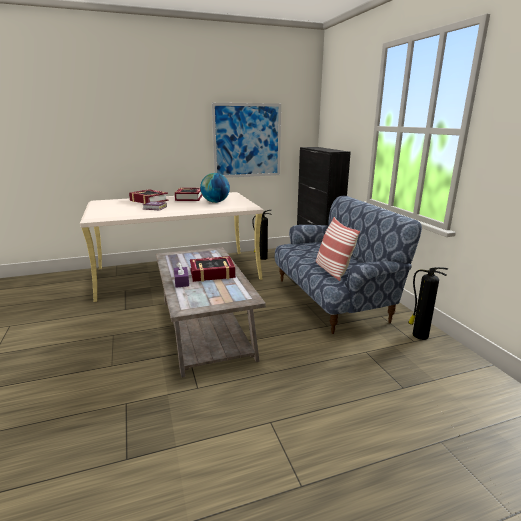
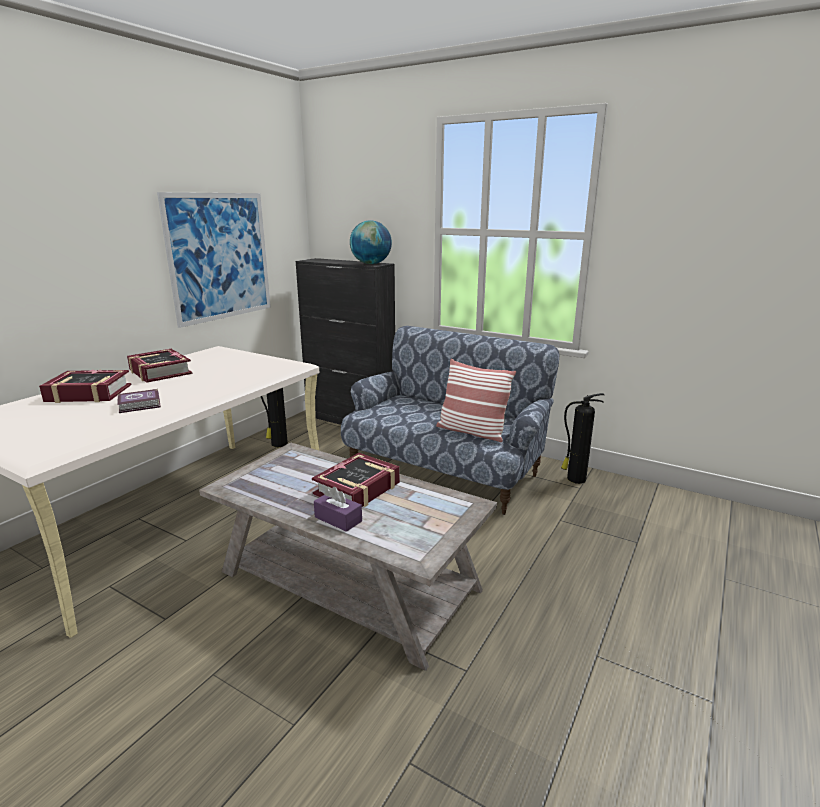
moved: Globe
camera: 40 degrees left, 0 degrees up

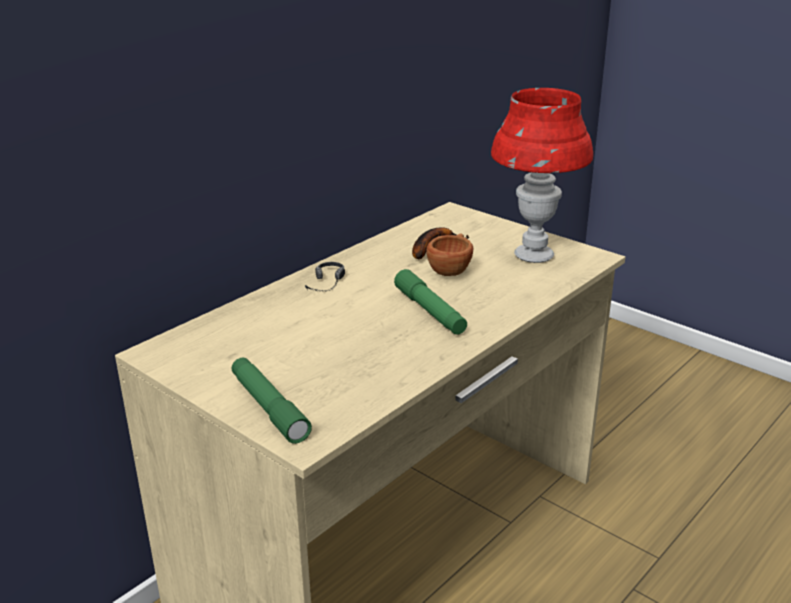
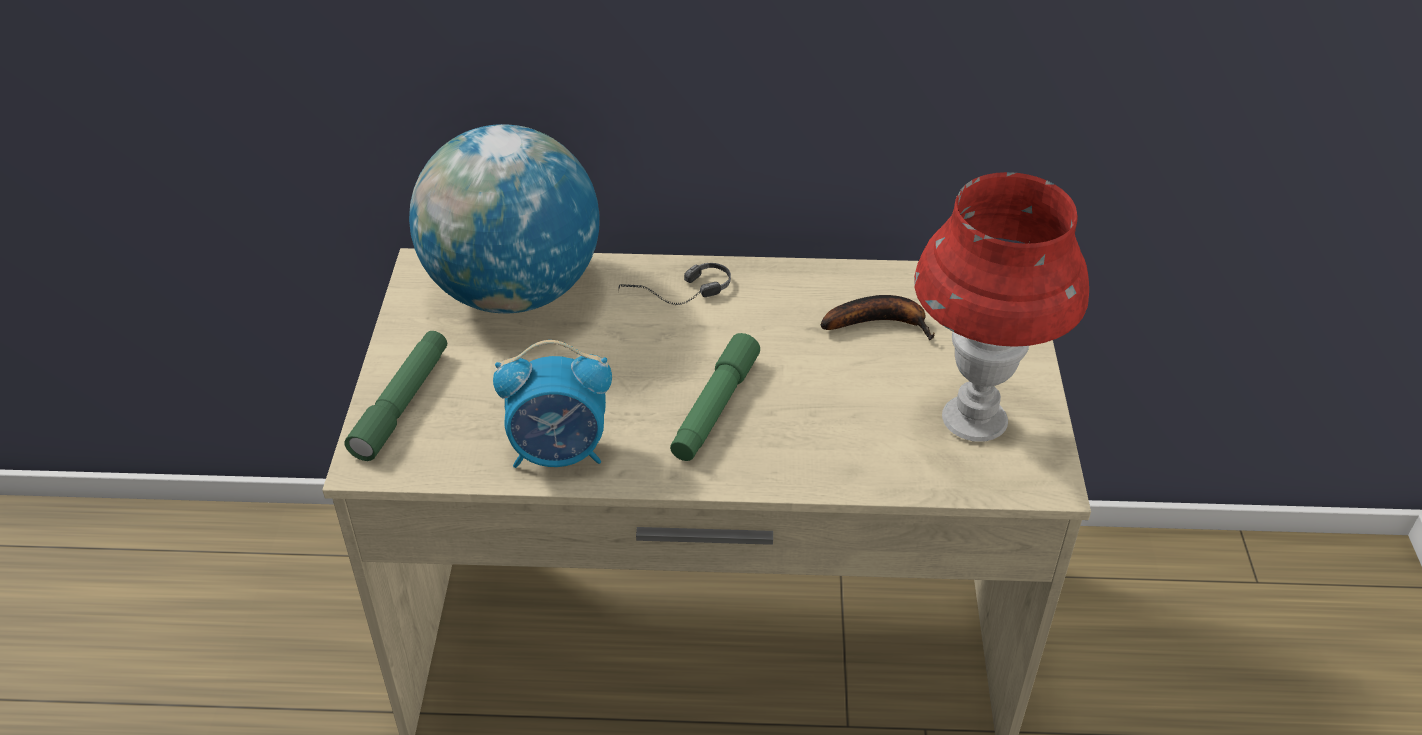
removed: BrownColouredCup
added: Globe; AlarmClock
camera: 50 degrees right, 15 degrees up

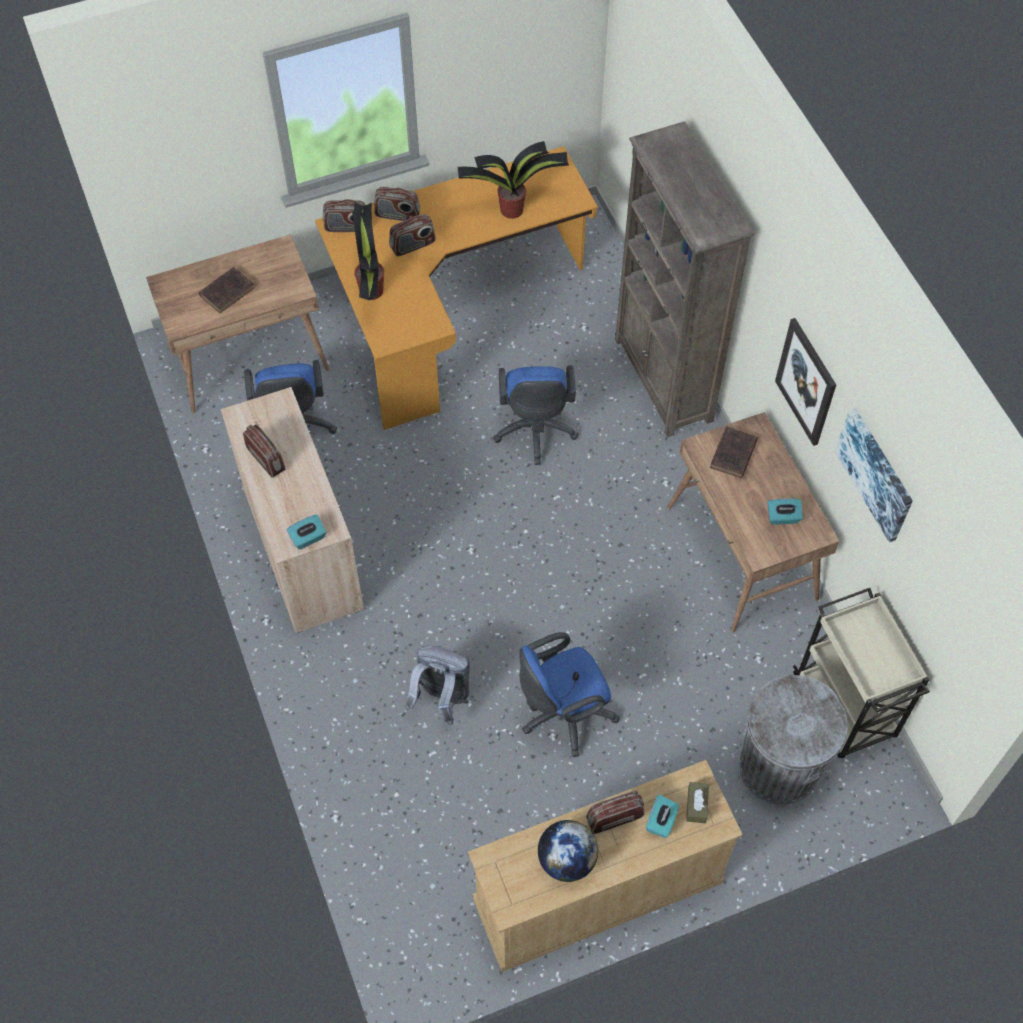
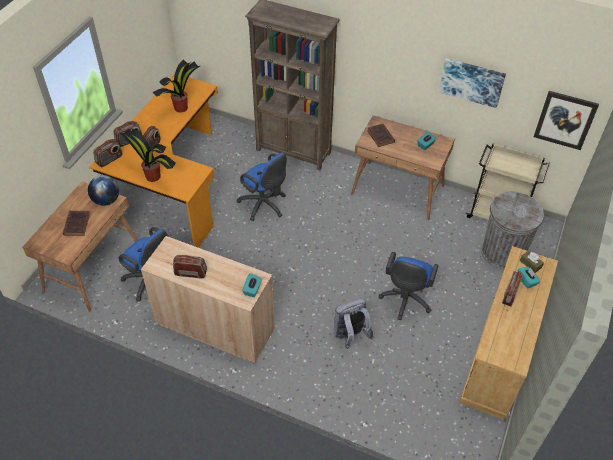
moved: Globe; Picture (1st from left in the first image) to Picture (2nd from left)
camera: 45 degrees left, 10 degrees down

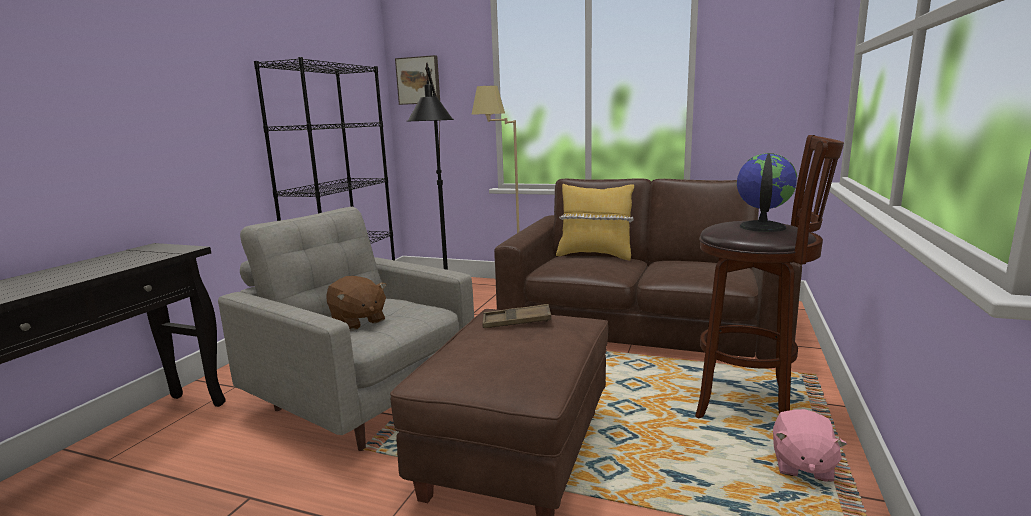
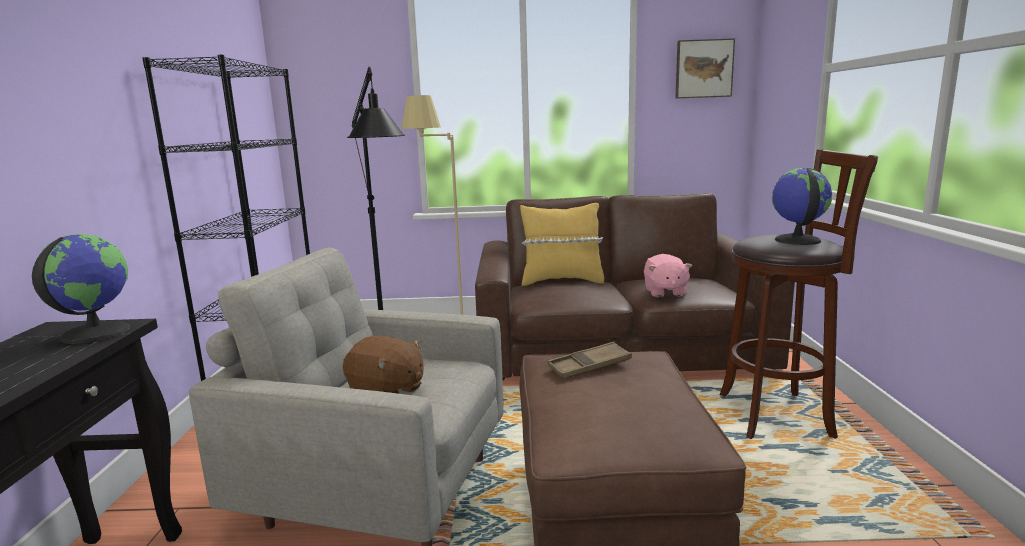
added: Globe (1st from left)
moved: Picture; PinkPlushToy
camera: 20 degrees left, 0 degrees up

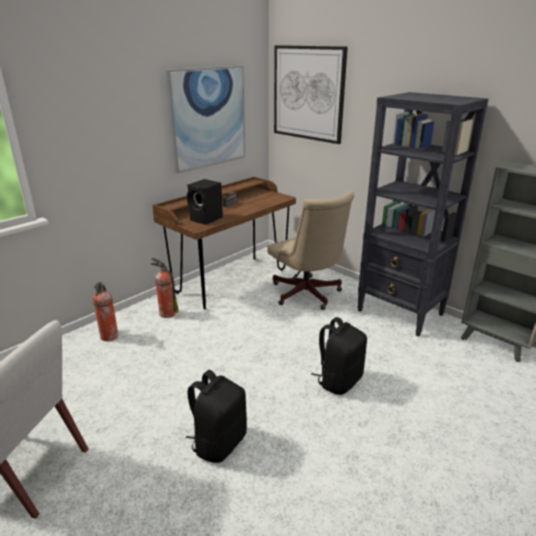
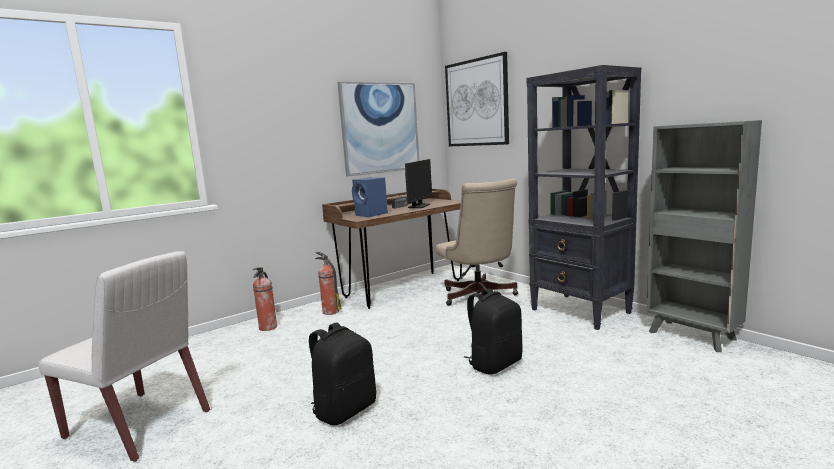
added: ComputerDisplay
recoloured: BlackSpeaker to BluishSpeaker
camera: 10 degrees right, 15 degrees down

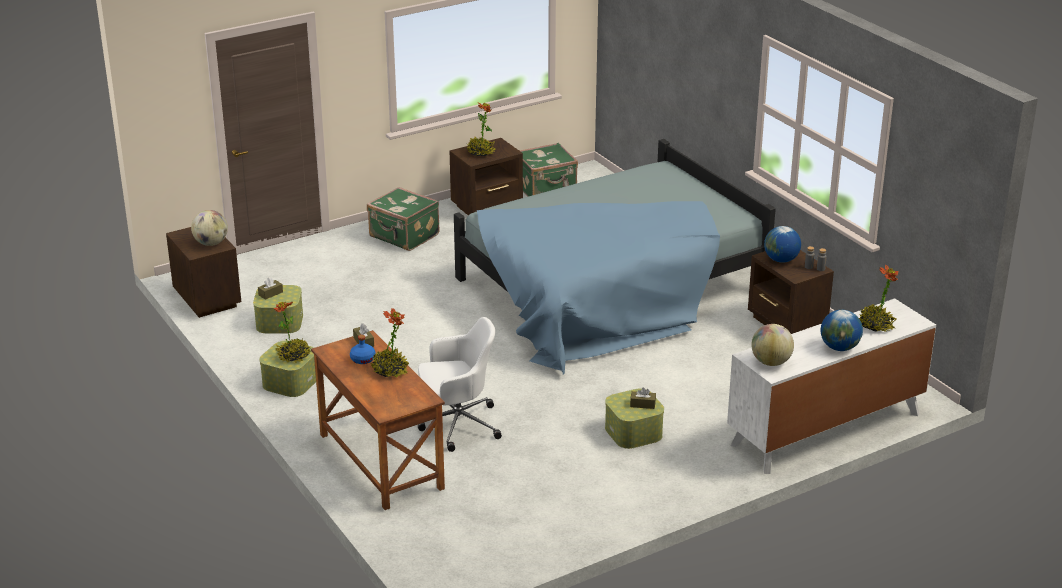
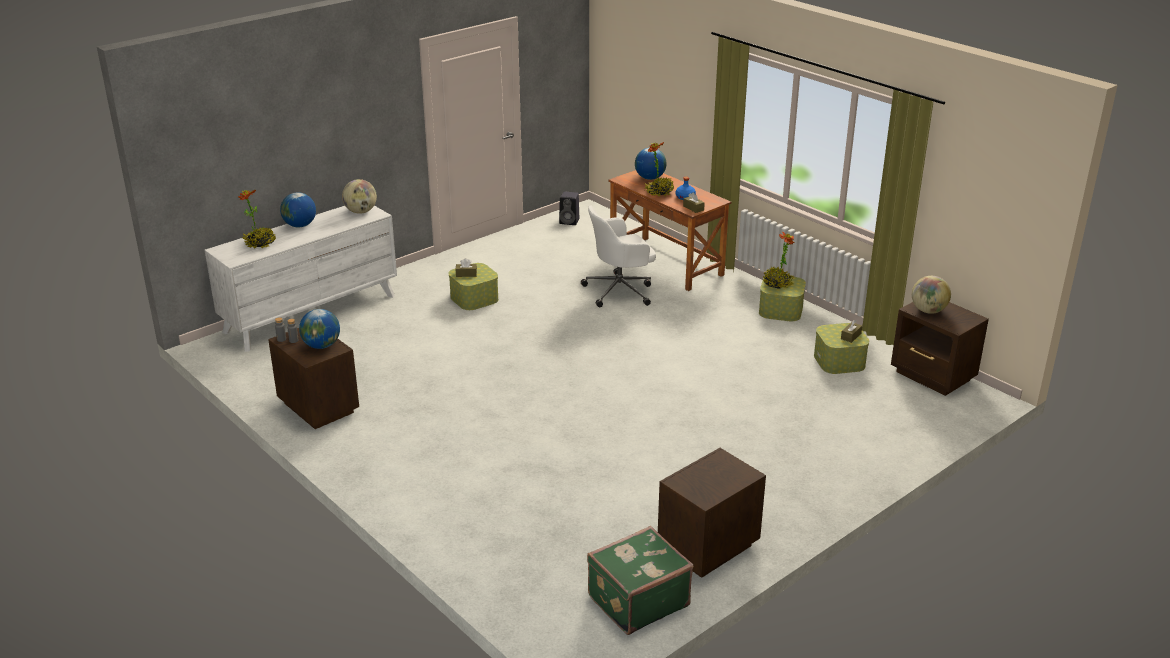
removed: GreenColouredPieceOfLuggage (1st from left); BluishBedroomBed; PottedPlant (3rd from left)
added: BlackSpeaker; Globe (4th from left)
camera: 170 degrees right, 0 degrees up

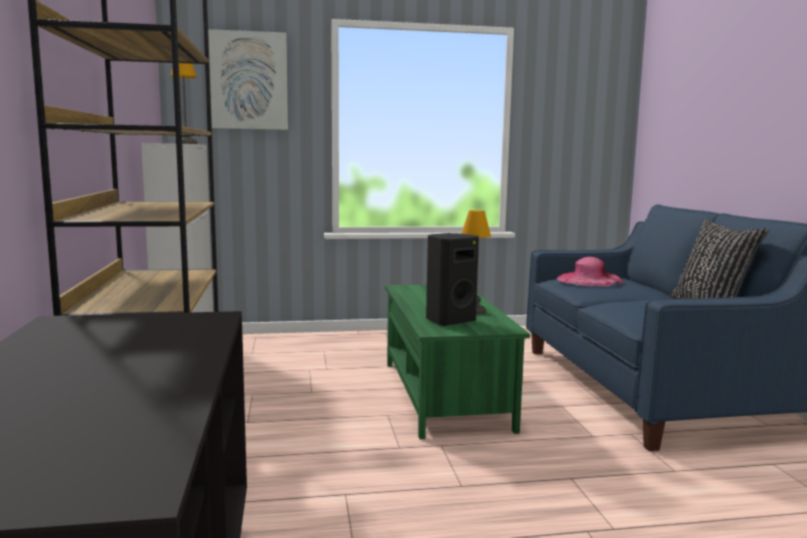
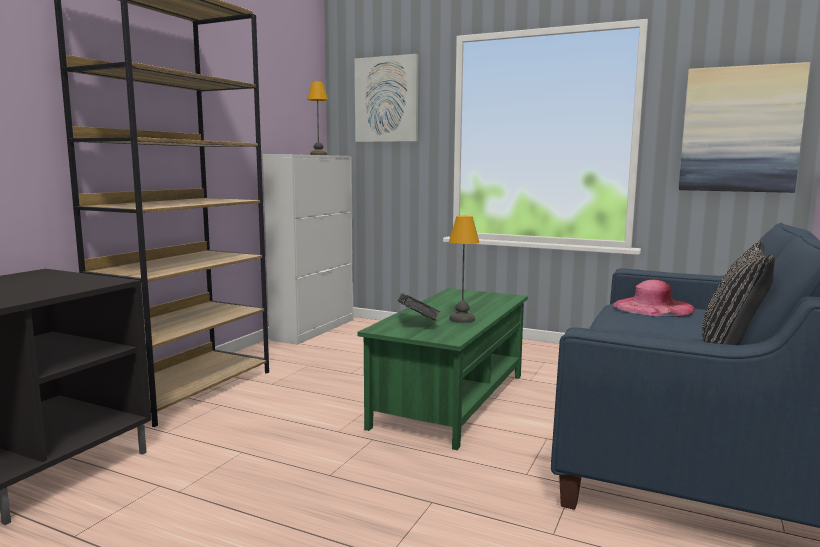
added: Picture (2nd from left)
replaced: BlackSpeaker to BoundBook
camera: 35 degrees right, 0 degrees up

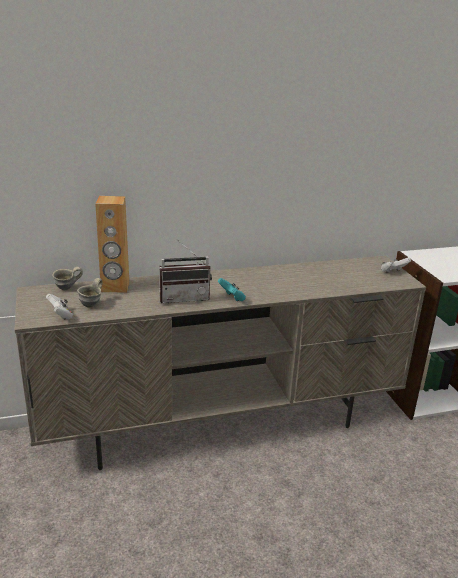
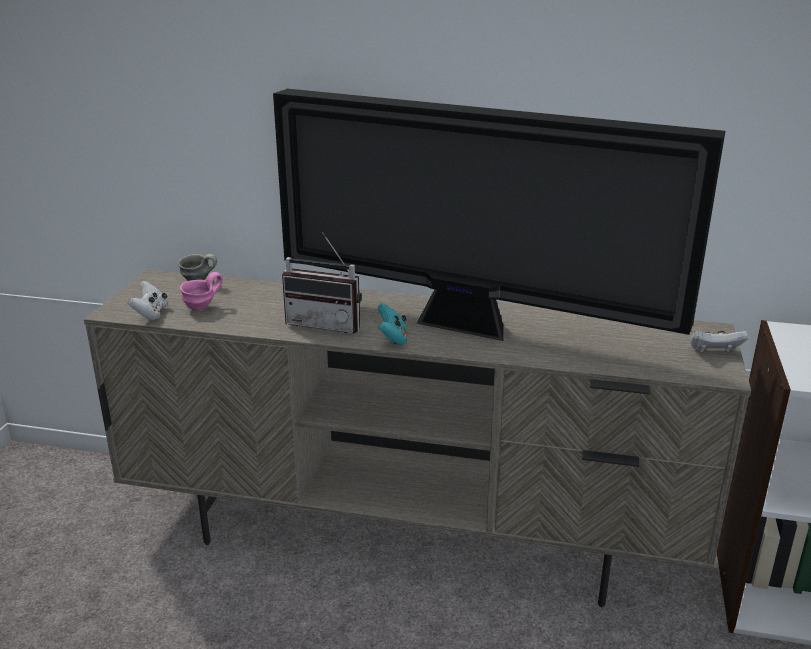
removed: BrownColouredSpeaker
added: Tv
recoloured: GrayTeaMug (2nd from left) to PinkTeaMug
camera: 30 degrees right, 0 degrees up

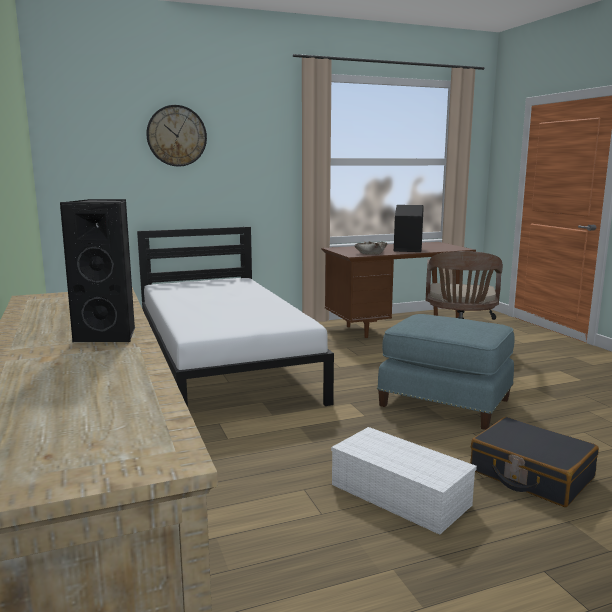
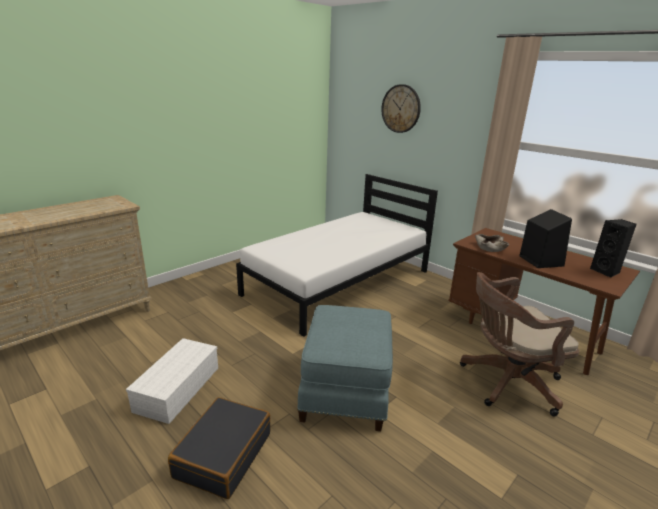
moved: BlackSpeaker (1st from left in the first image) to BlackSpeaker (2nd from left)
camera: 65 degrees right, 10 degrees up

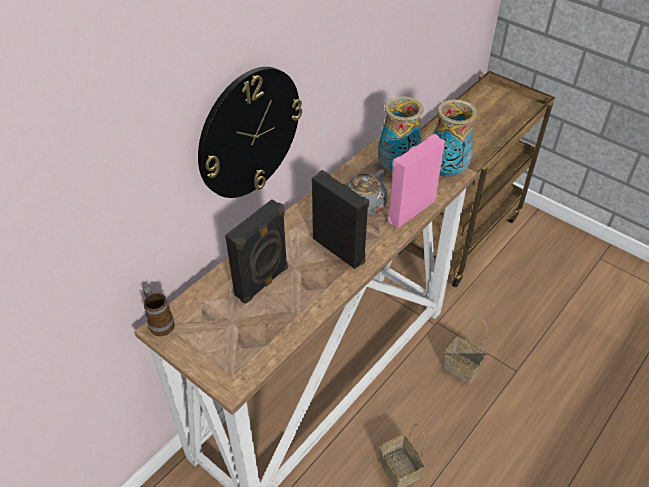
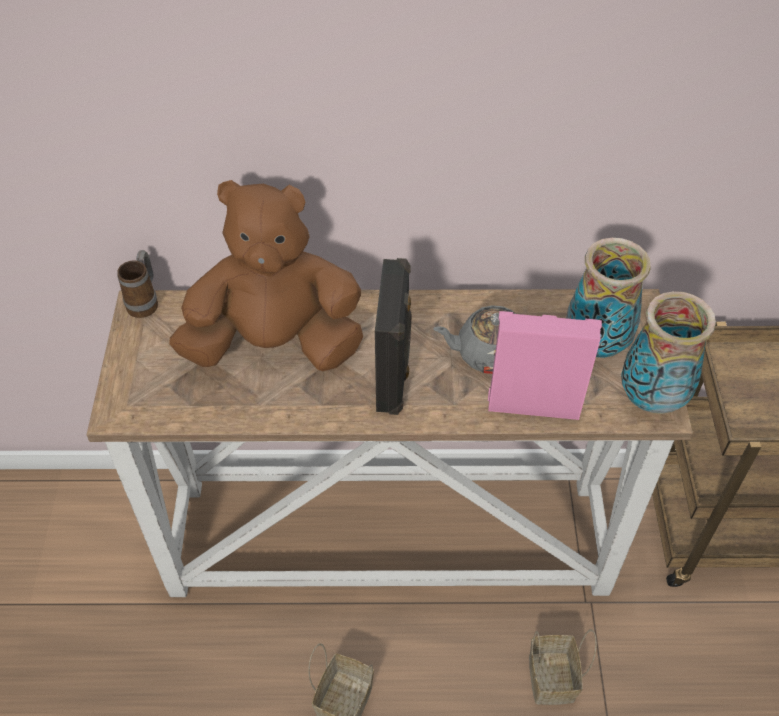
removed: ClockOnTheWall
replaced: BlackSpeaker (1st from left) to BrownColouredPlushToy
camera: 50 degrees right, 5 degrees up

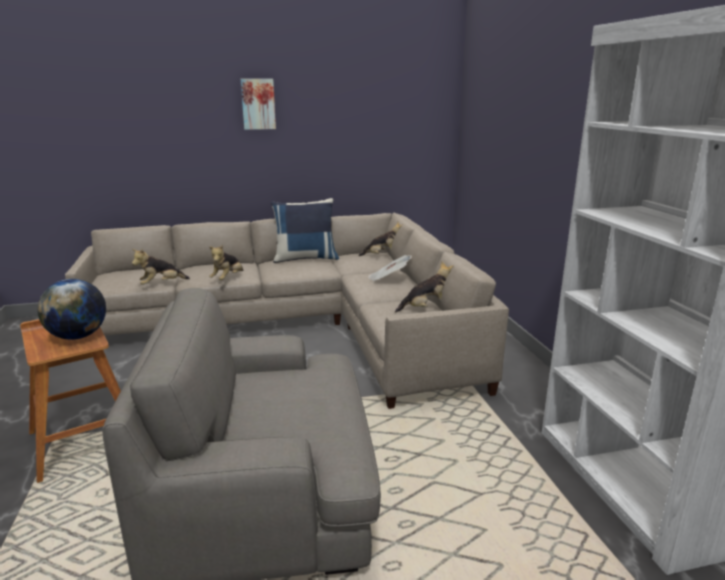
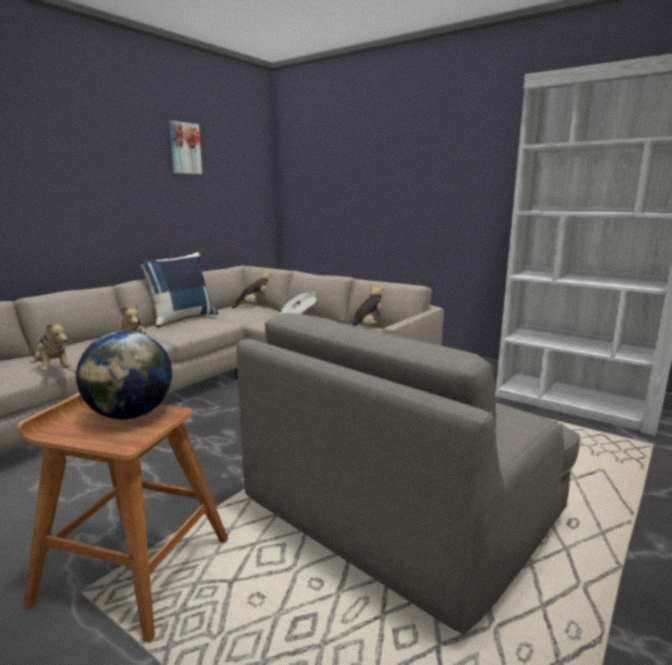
moved: Picture
turned: PlushToy (1st from left) 60 degrees counterclockwise
camera: 40 degrees left, 5 degrees down

